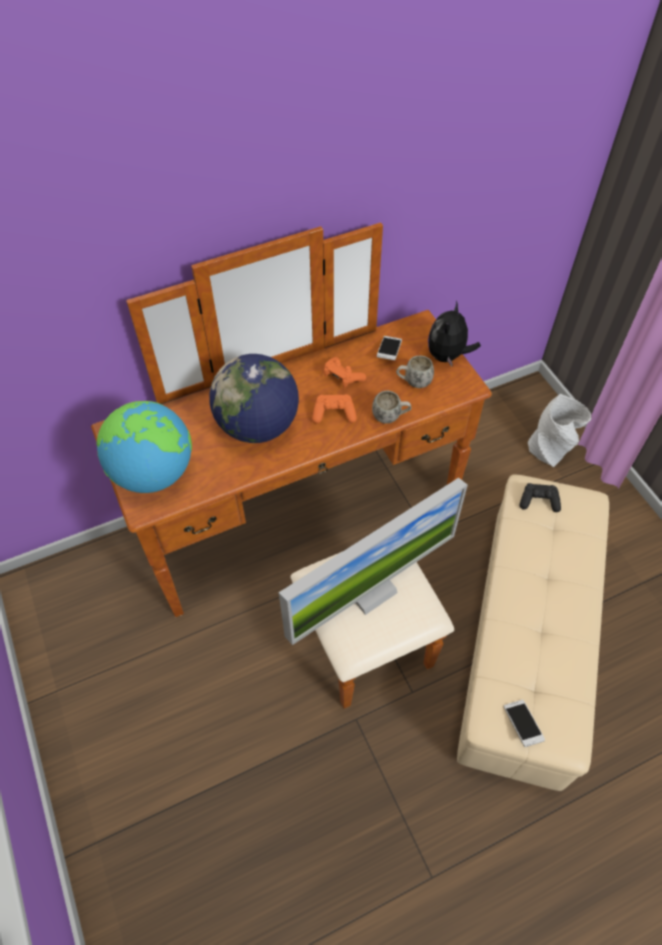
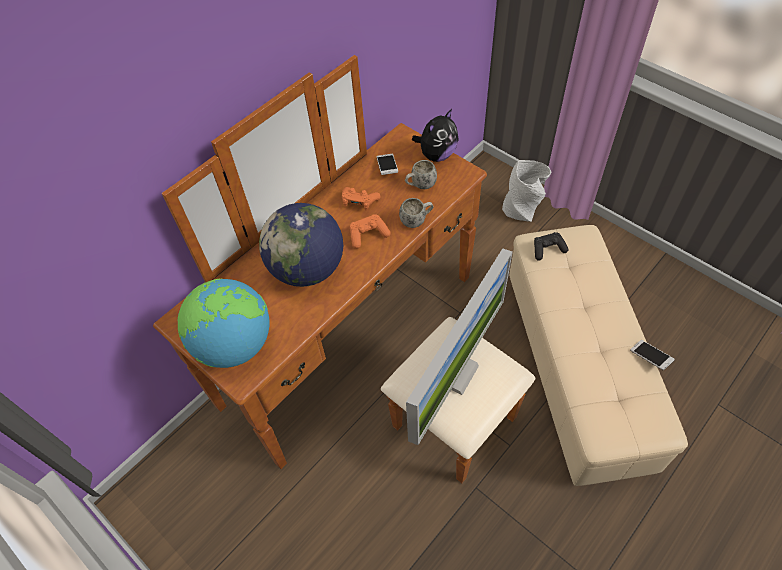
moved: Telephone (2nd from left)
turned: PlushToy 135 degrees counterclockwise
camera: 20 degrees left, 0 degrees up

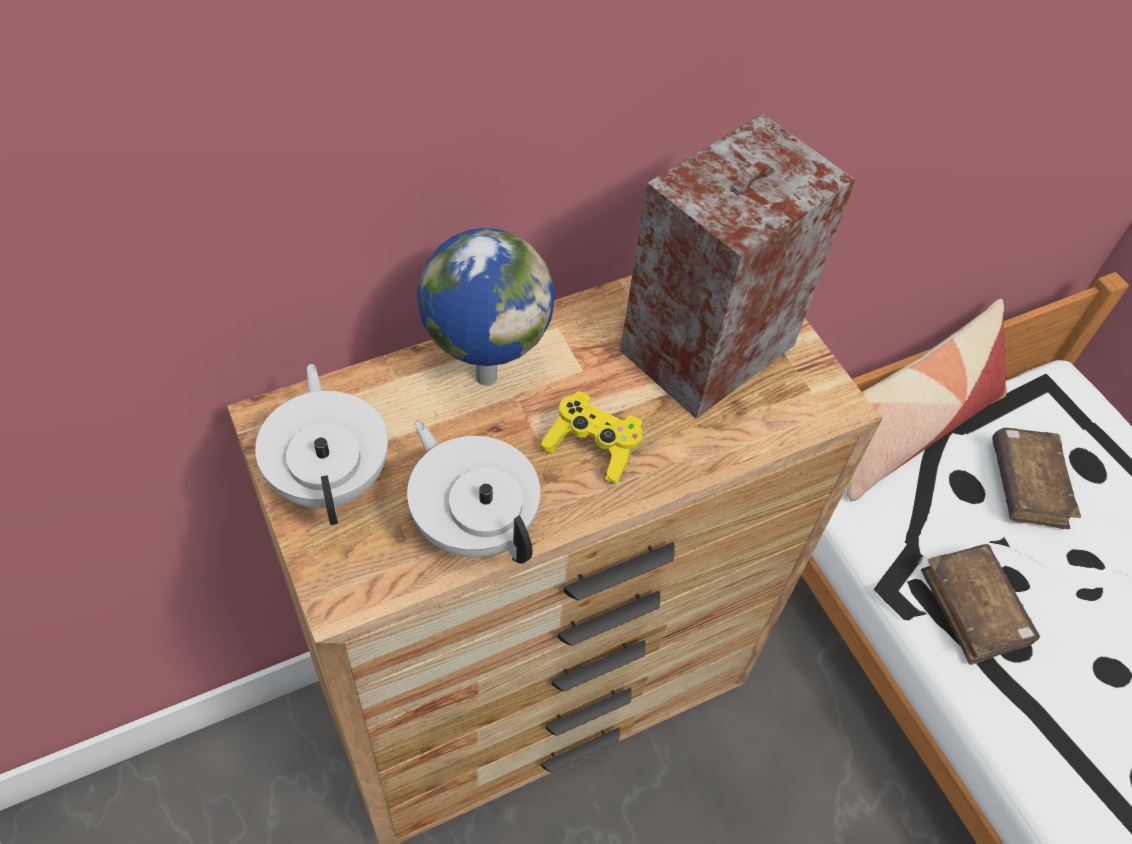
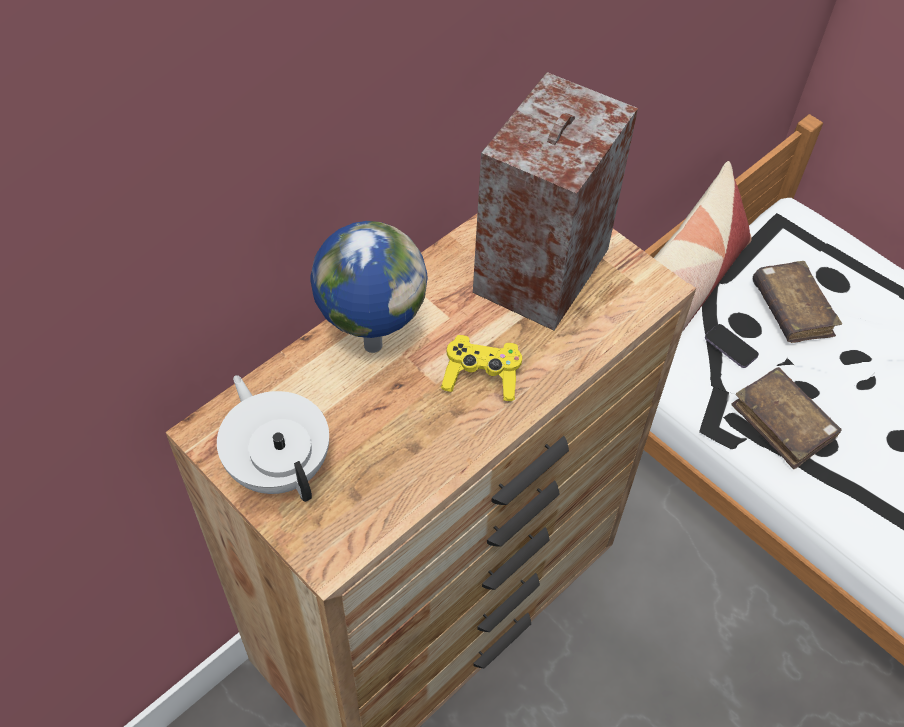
removed: WhiteTeaPot (2nd from left)
added: Telephone
camera: 15 degrees left, 0 degrees up

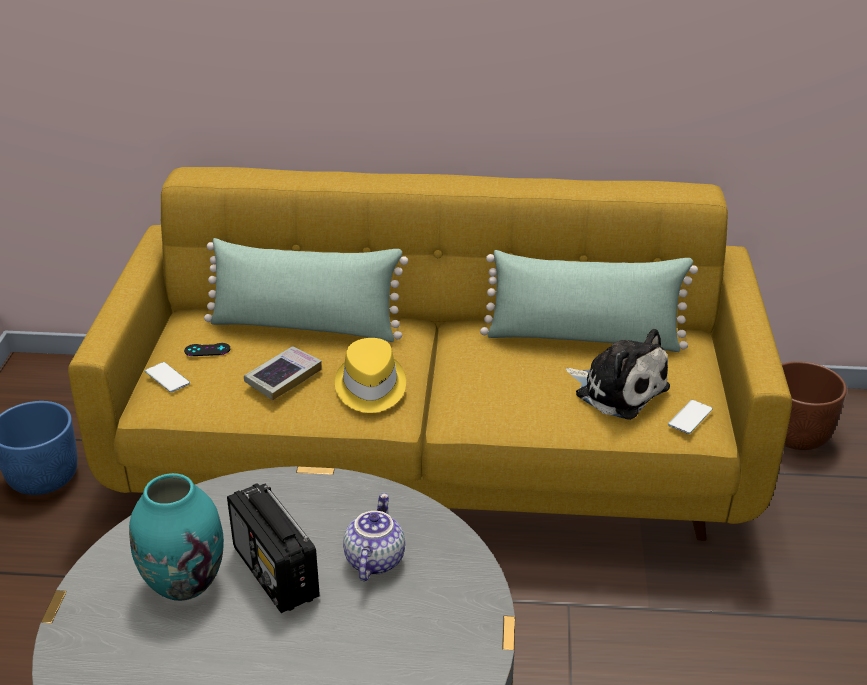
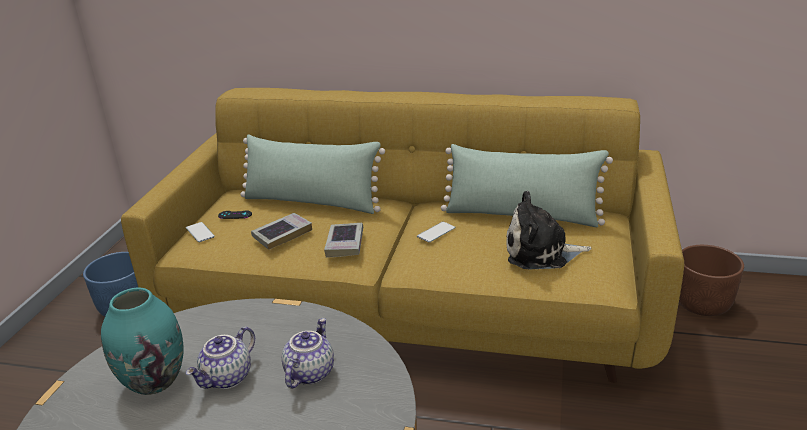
moved: Telephone (2nd from left)
replaced: RadioSet to TeaPot (1st from left); YellowishWearableHat to BoundBook (2nd from left)
turned: PlushToy 135 degrees clockwise
camera: 10 degrees right, 5 degrees down

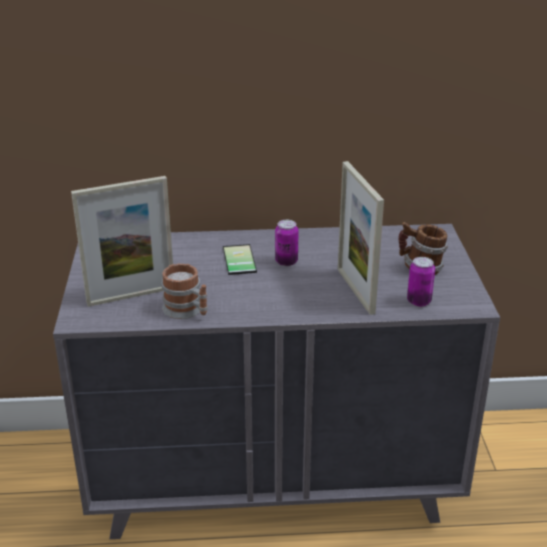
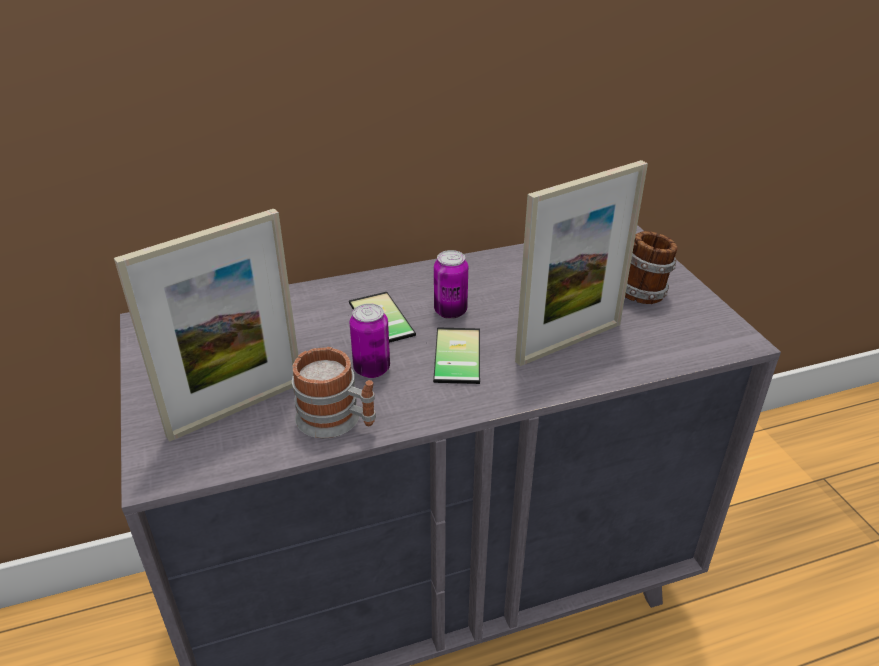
added: Telephone (2nd from left)
moved: Can (2nd from left in the first image) to Can (1st from left)
turned: PictureFrame (2nd from left) 90 degrees counterclockwise
camera: 15 degrees left, 5 degrees up

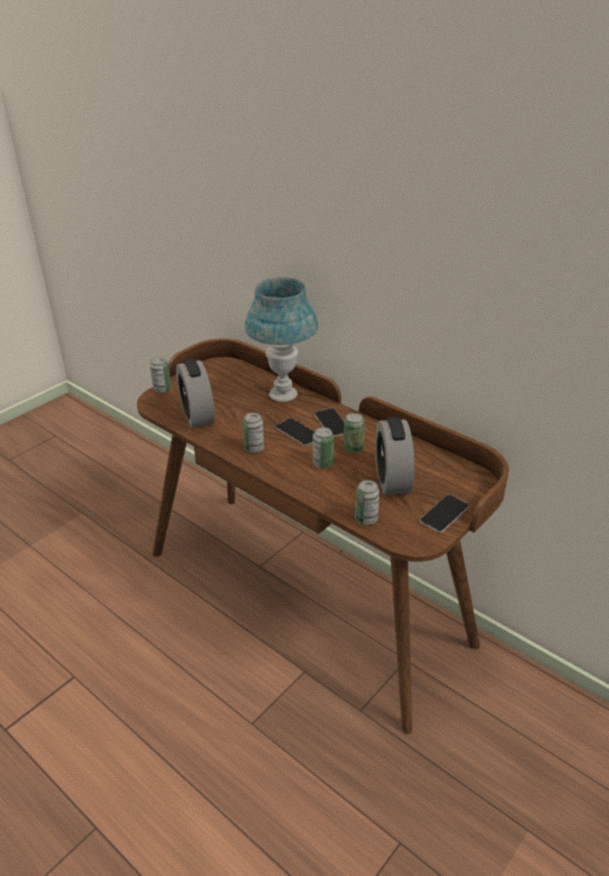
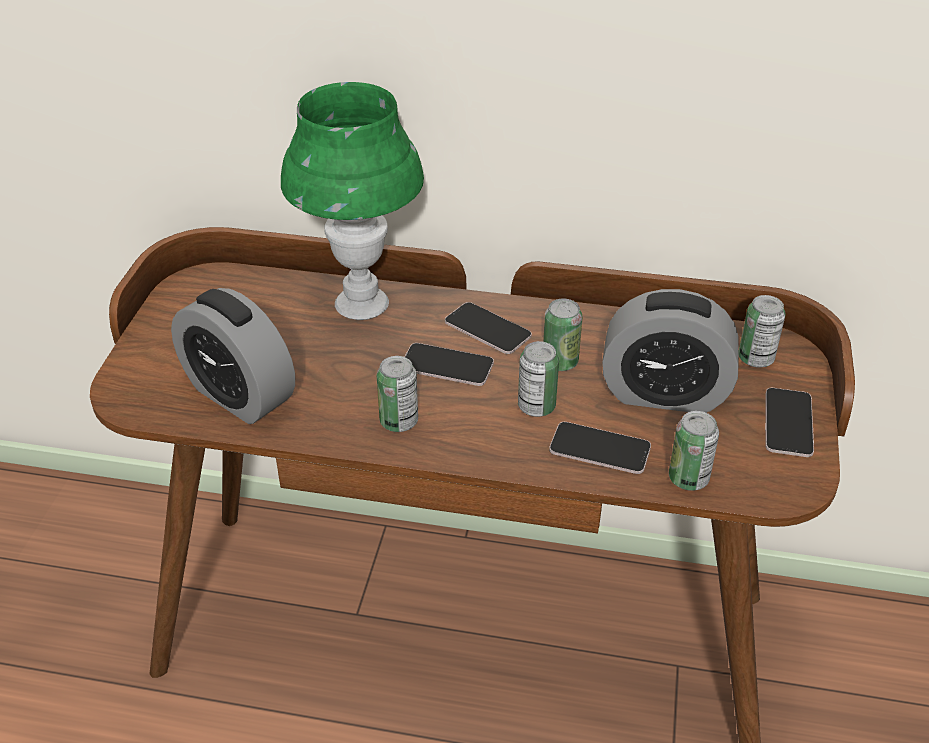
added: Telephone (3rd from left)
moved: Can (1st from left in the first image) to Can (5th from left)
recoloured: BluishTabletopLamp to GreenColouredTabletopLamp
turned: AlarmClock (2nd from left) 45 degrees counterclockwise
camera: 30 degrees left, 5 degrees up

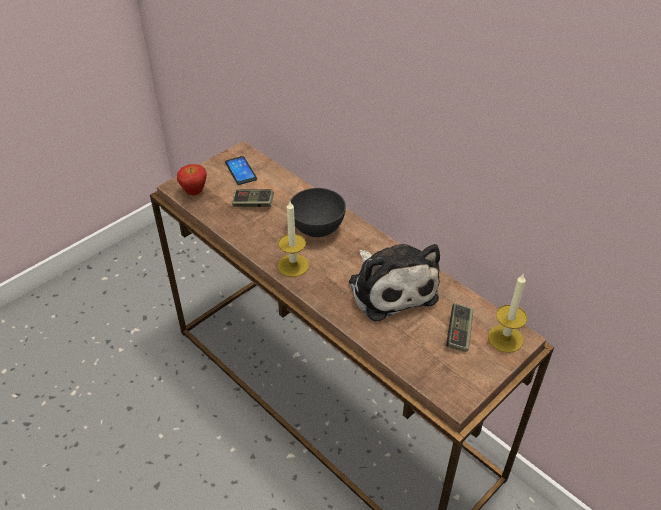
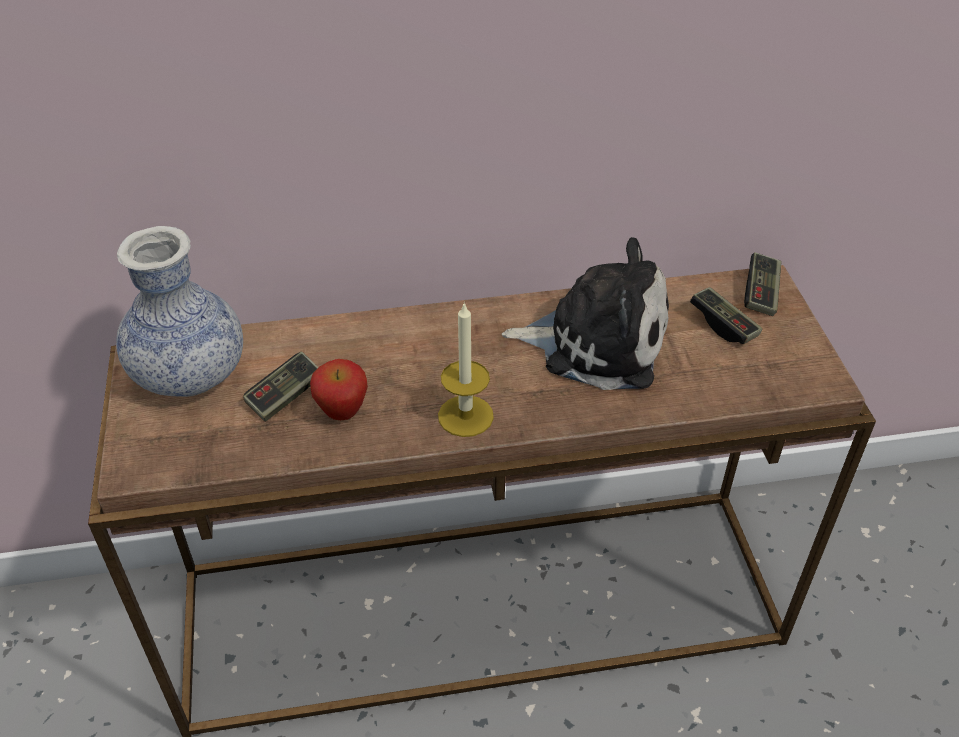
removed: GrayServingBowl
moved: WholeApple
replaced: Telephone to Vase; WaxLight (2nd from left) to GameController (3rd from left)
camera: 55 degrees left, 0 degrees up

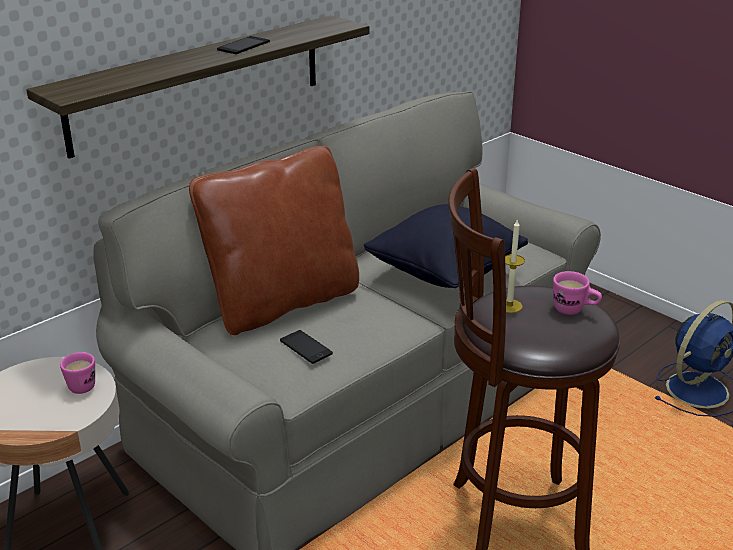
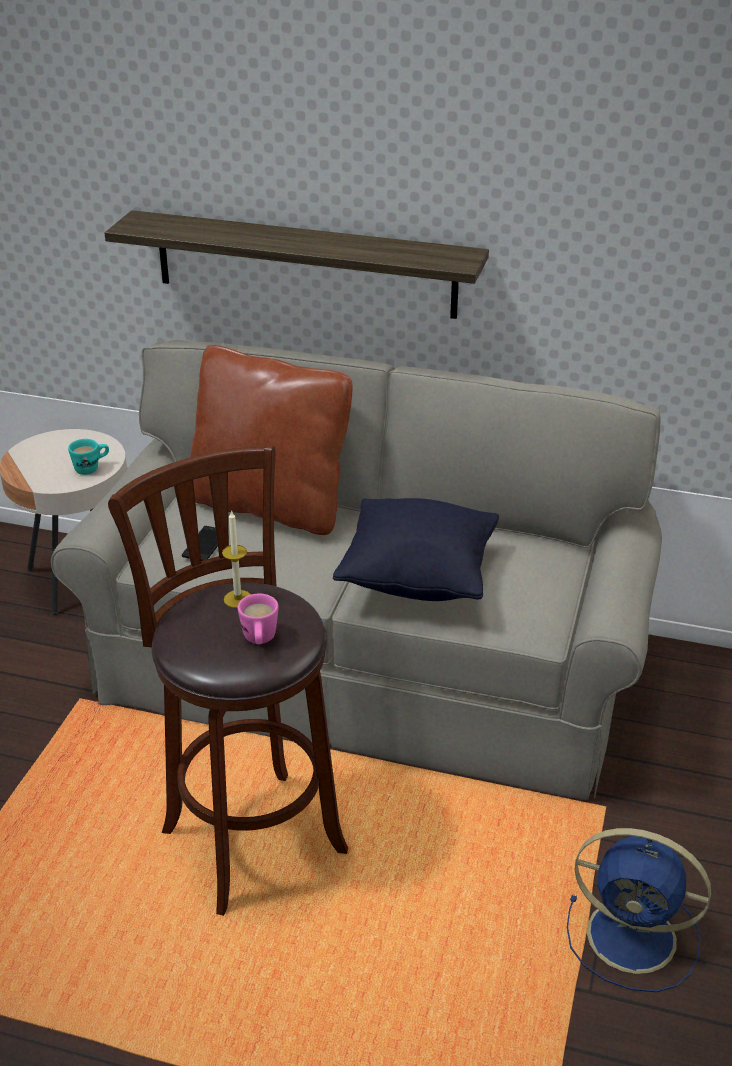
removed: Telephone (1st from left)
recoloured: PinkTeaMug (1st from left) to TurquoiseColouredTeaMug
camera: 60 degrees right, 5 degrees up

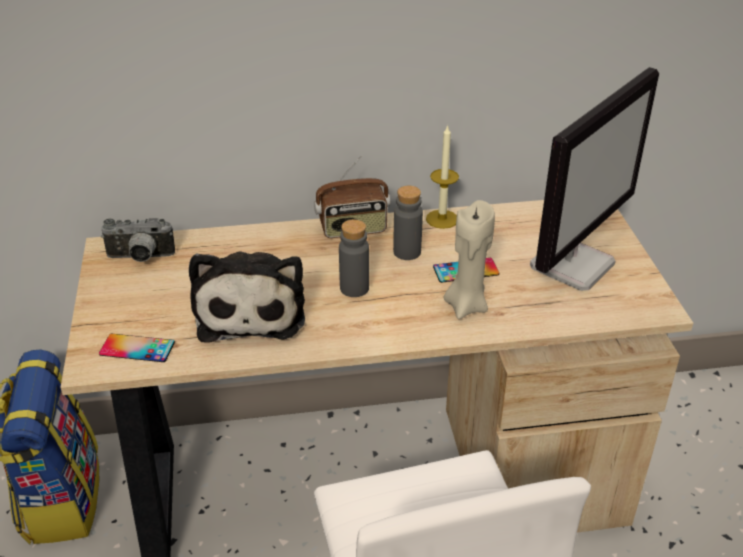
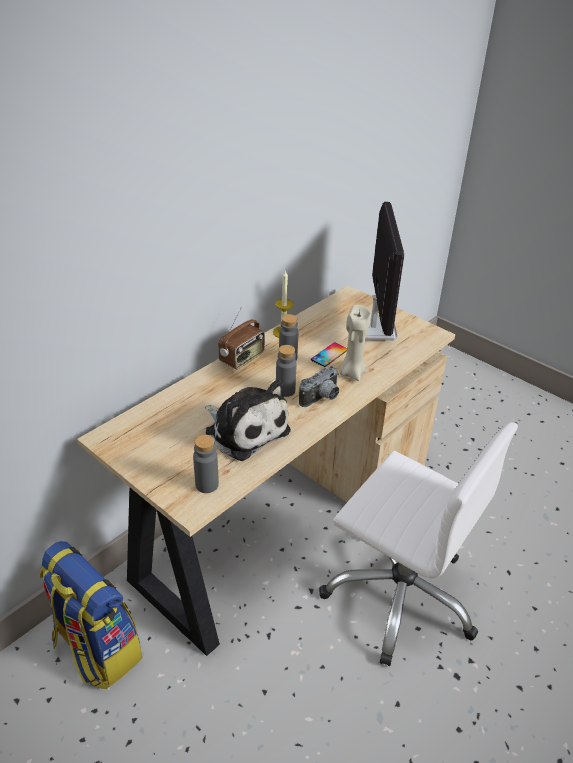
moved: StillCamera
replaced: Telephone (1st from left) to GrayBottle (1st from left)
camera: 40 degrees left, 0 degrees up

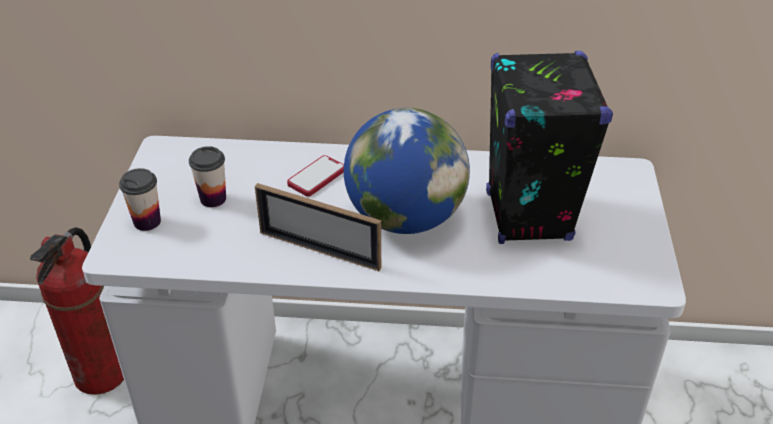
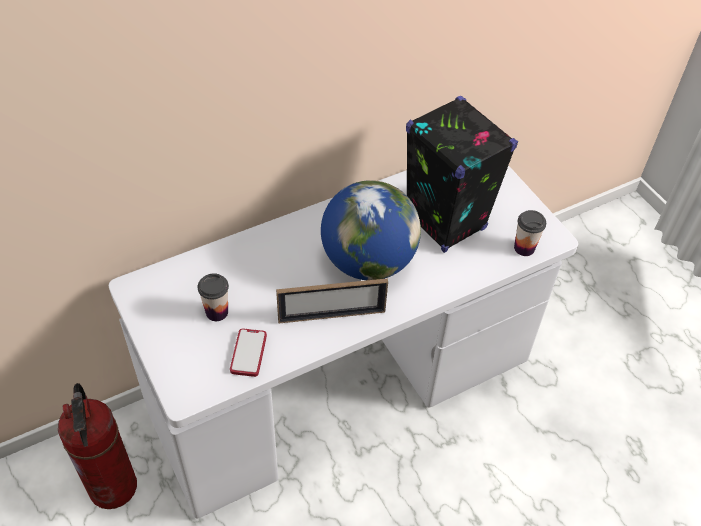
moved: Cup (1st from left in the first image) to Cup (2nd from left); Telephone
camera: 35 degrees left, 10 degrees up

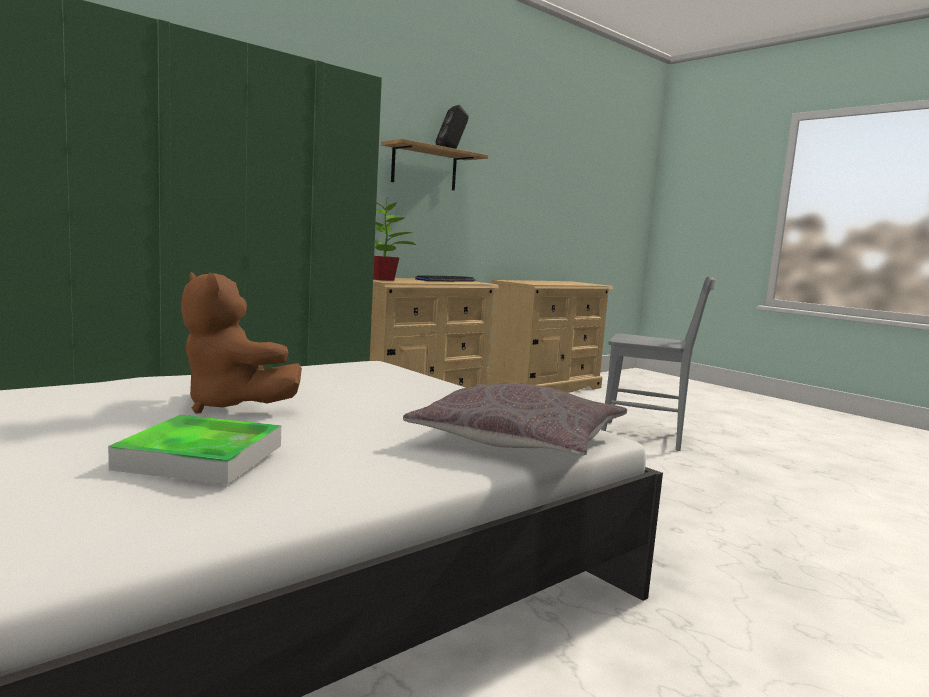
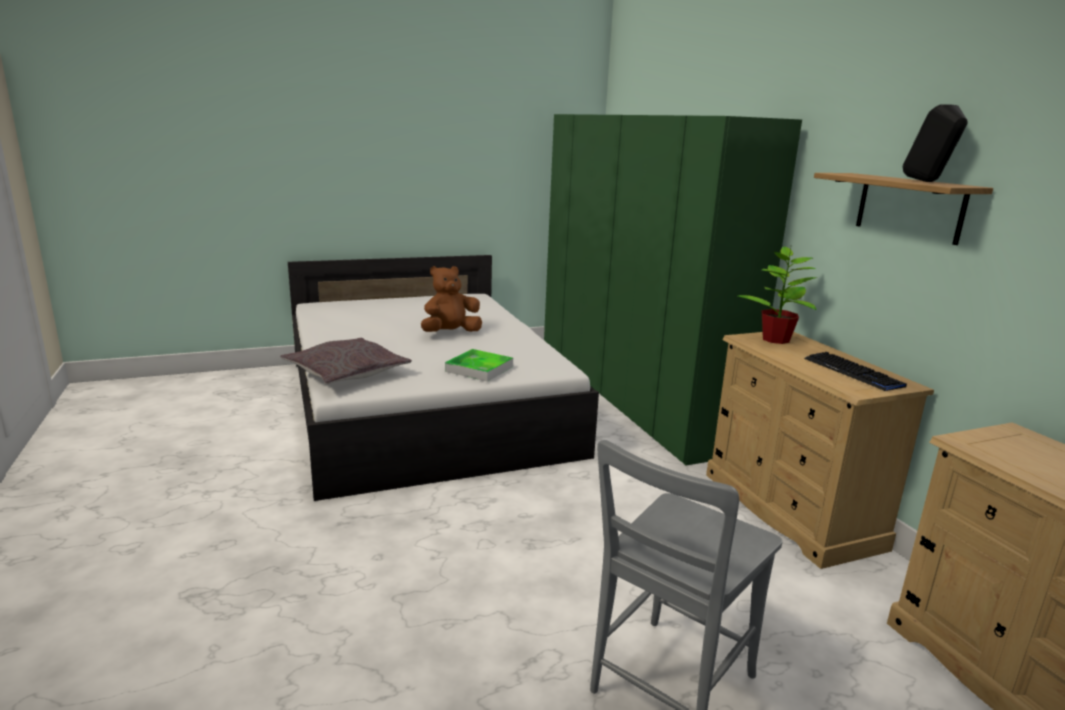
moved: Tray
camera: 110 degrees right, 10 degrees up

